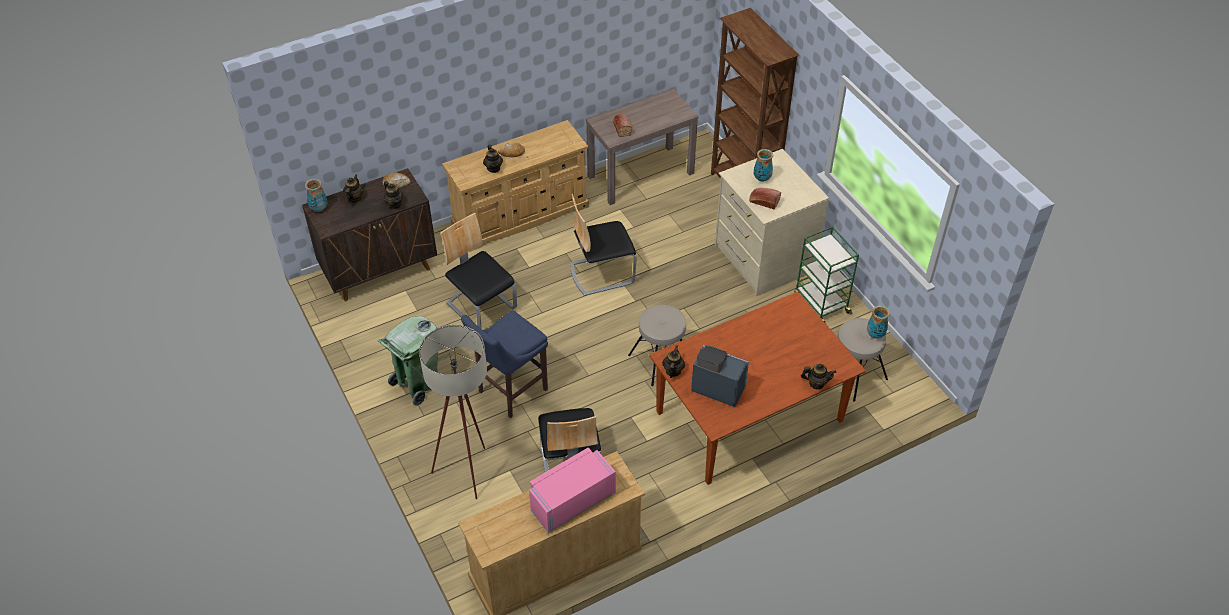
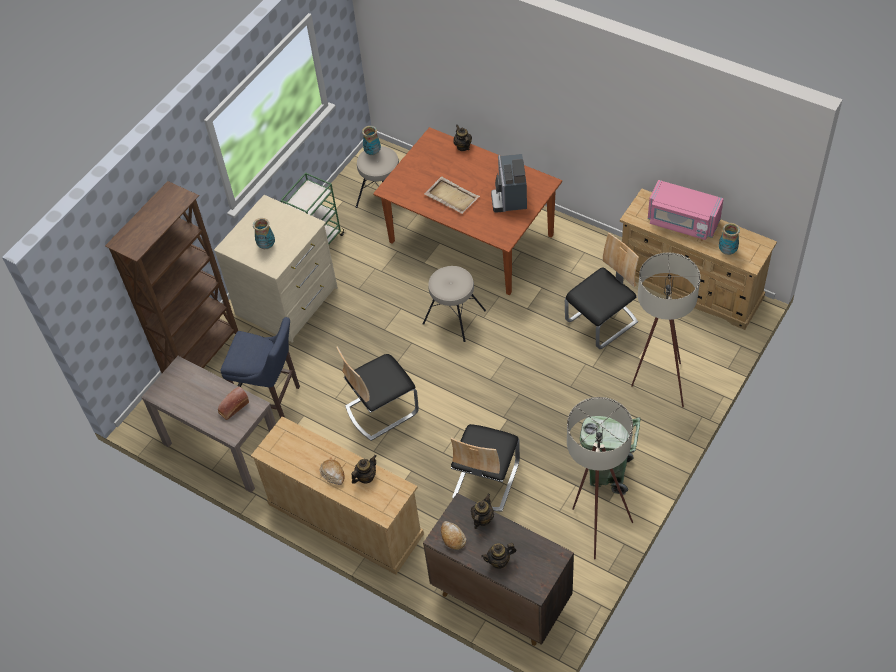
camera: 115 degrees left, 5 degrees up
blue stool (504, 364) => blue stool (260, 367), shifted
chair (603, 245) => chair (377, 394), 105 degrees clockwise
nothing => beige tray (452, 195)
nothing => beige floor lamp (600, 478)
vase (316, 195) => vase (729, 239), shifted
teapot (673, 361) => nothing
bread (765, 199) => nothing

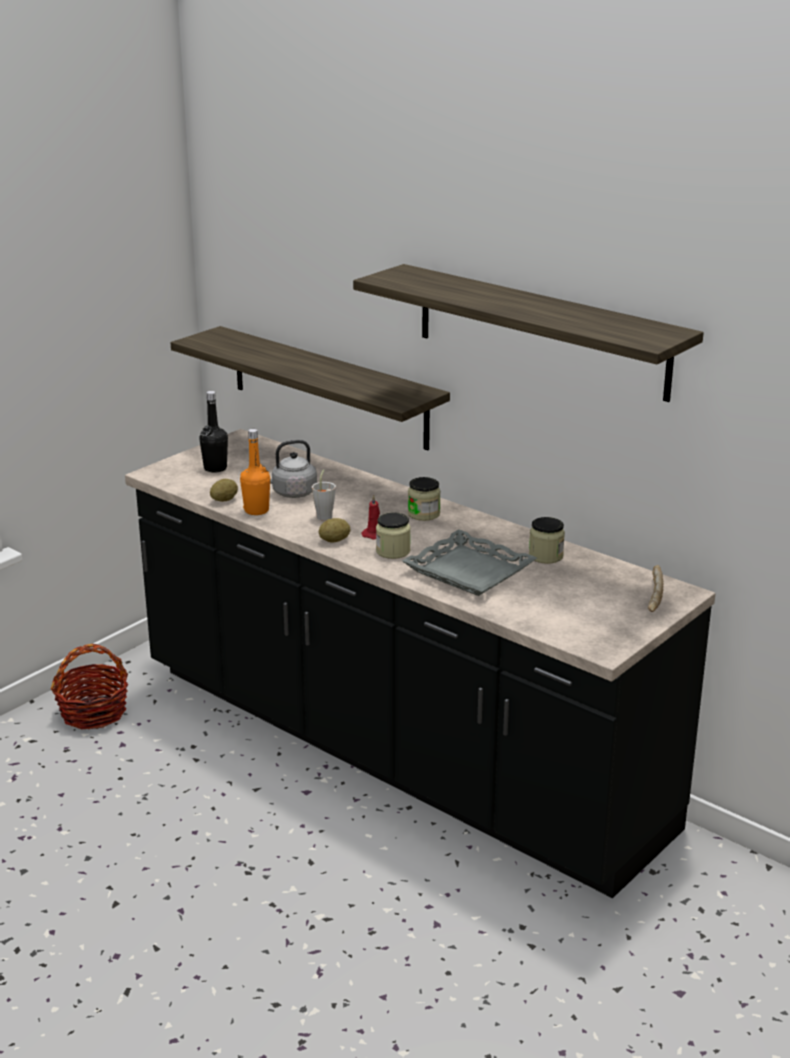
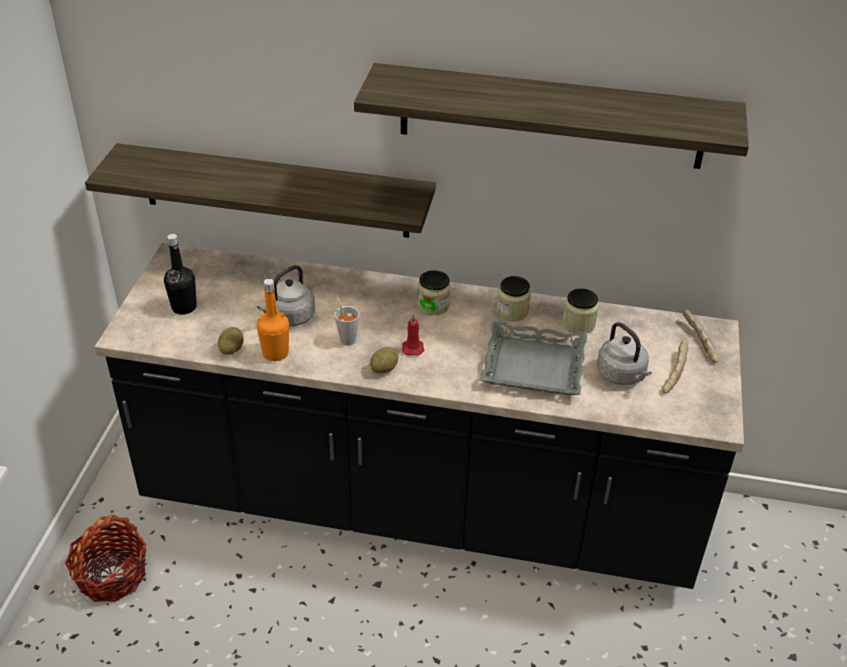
camera: 30 degrees left, 15 degrees up
jar (393, 535) => jar (513, 298), shifted
nothing => grey kettle (624, 353)
nothing => bread (675, 366)

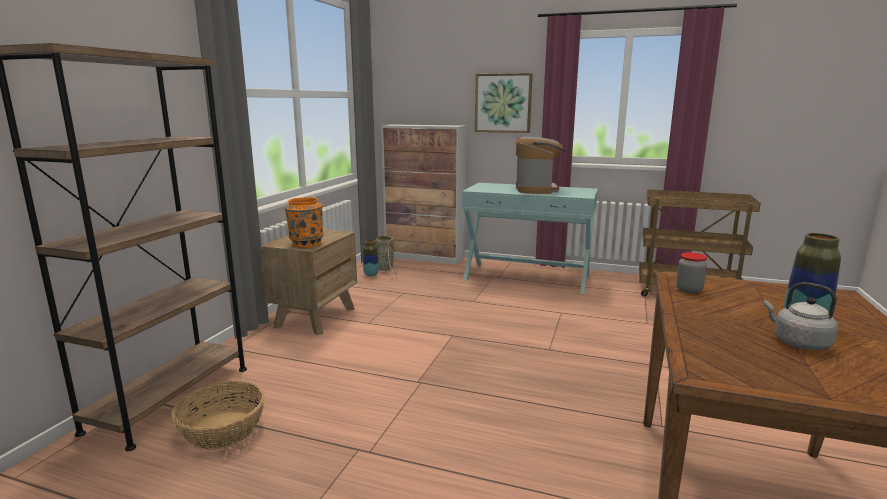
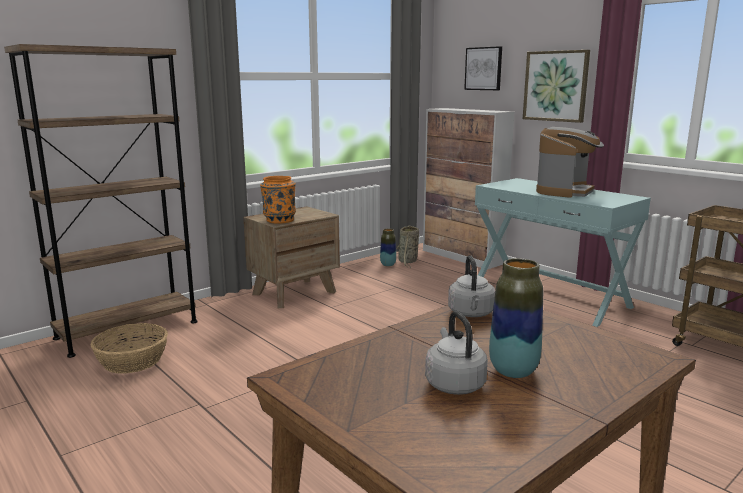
camera: 30 degrees right, 0 degrees up
jar (691, 273) => grey kettle (471, 286)
nothing => picture (483, 68)

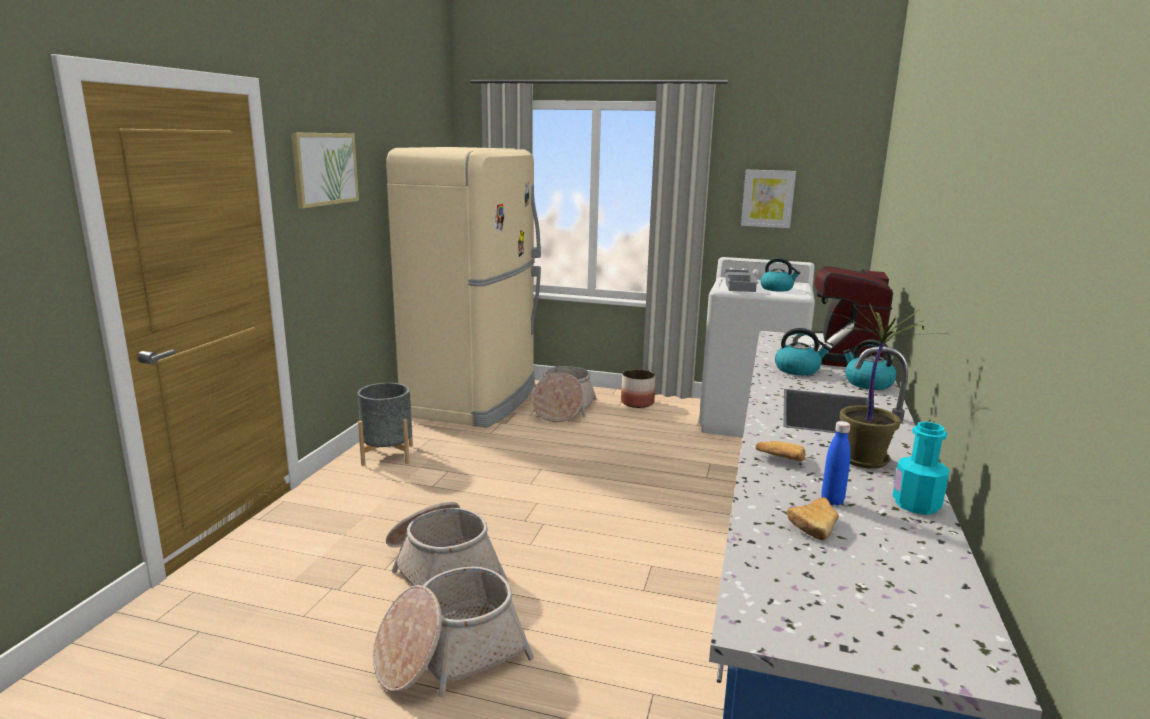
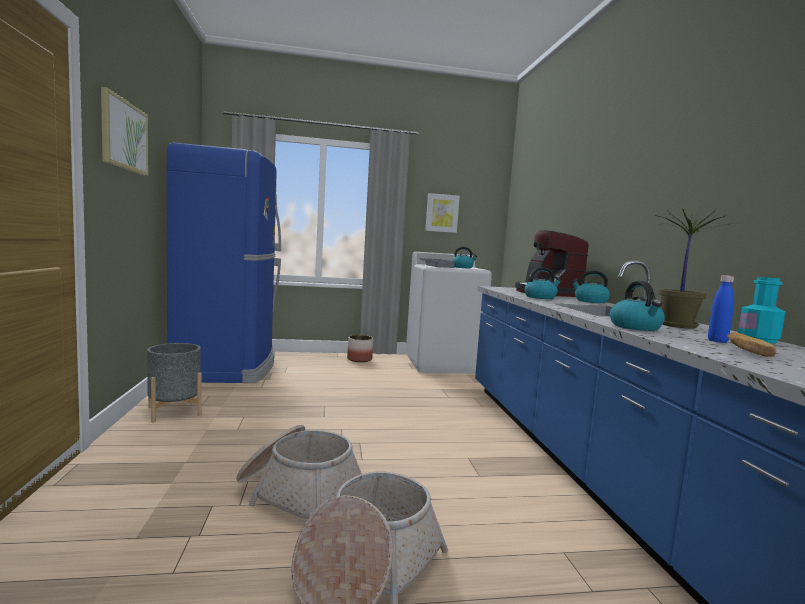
camera: 25 degrees left, 10 degrees down
beige fridge (463, 287) => blue fridge (224, 262)
bread (780, 451) => kettle (637, 306)
basket (565, 394) => nothing

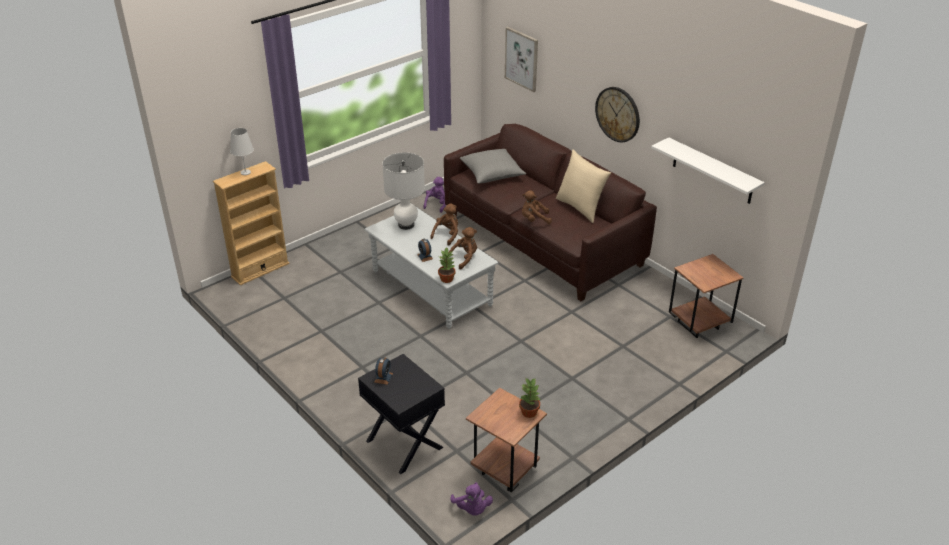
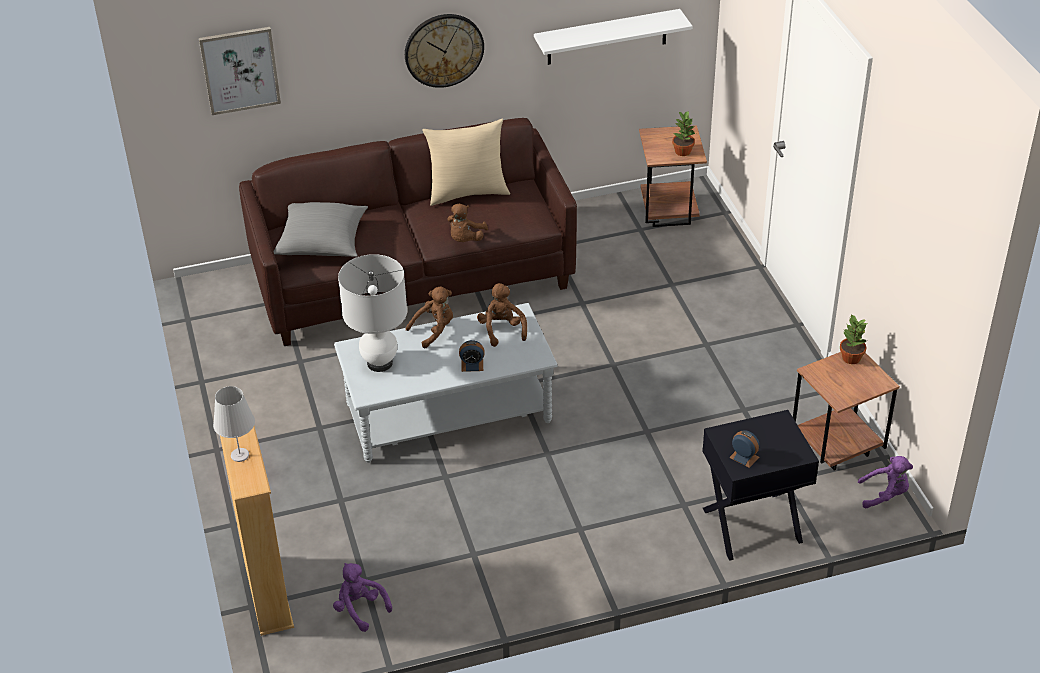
camera: 65 degrees left, 5 degrees up
purple plush toy (434, 195) => purple plush toy (362, 597), shifted
brown plush toy (444, 224) => brown plush toy (429, 317), 90 degrees clockwise
potted plant (446, 265) => potted plant (683, 134), shifted

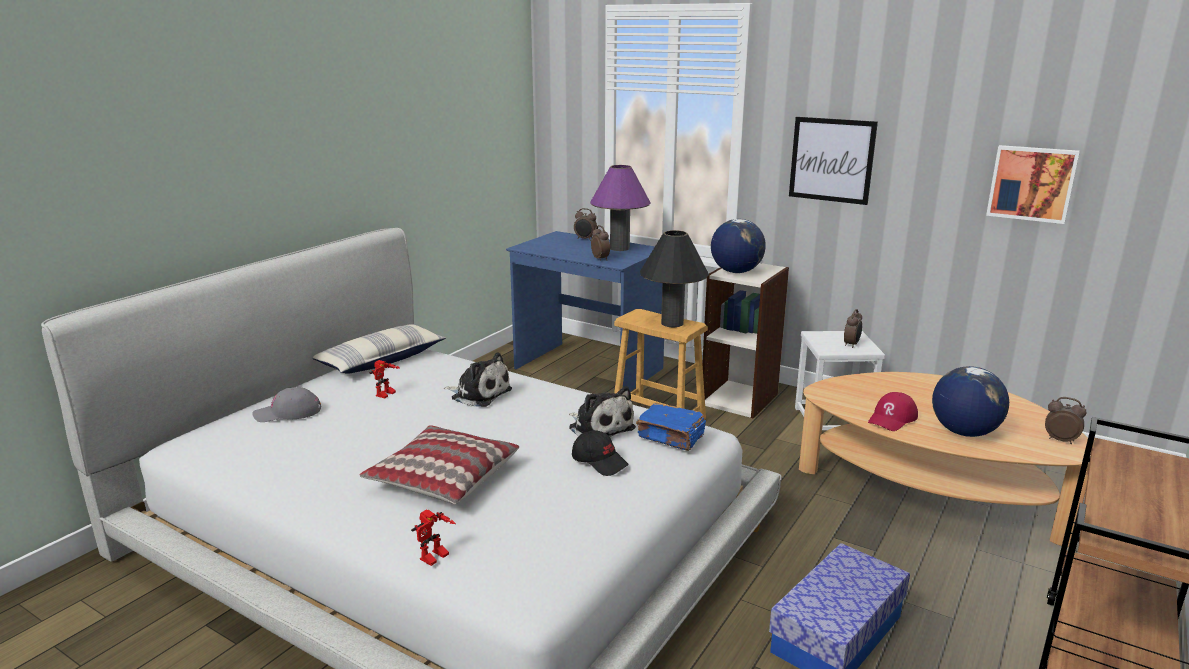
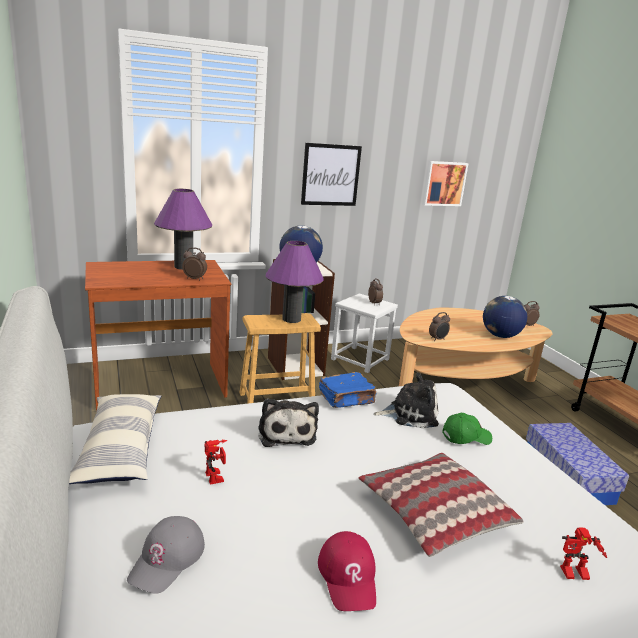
camera: 55 degrees left, 0 degrees up
blue desk (585, 311) => brown desk (158, 335)
plush toy (478, 379) => plush toy (288, 422), 105 degrees clockwise
black table lamp (674, 278) => purple table lamp (294, 282)
red cap (893, 411) => red cap (347, 571), shifted
blue book (671, 427) => blue book (347, 390), shifted
alarm clock (585, 224) => alarm clock (439, 326), shifted
black cap (600, 453) => green cap (467, 429)
toy robot (433, 537) => toy robot (583, 553), 105 degrees clockwise

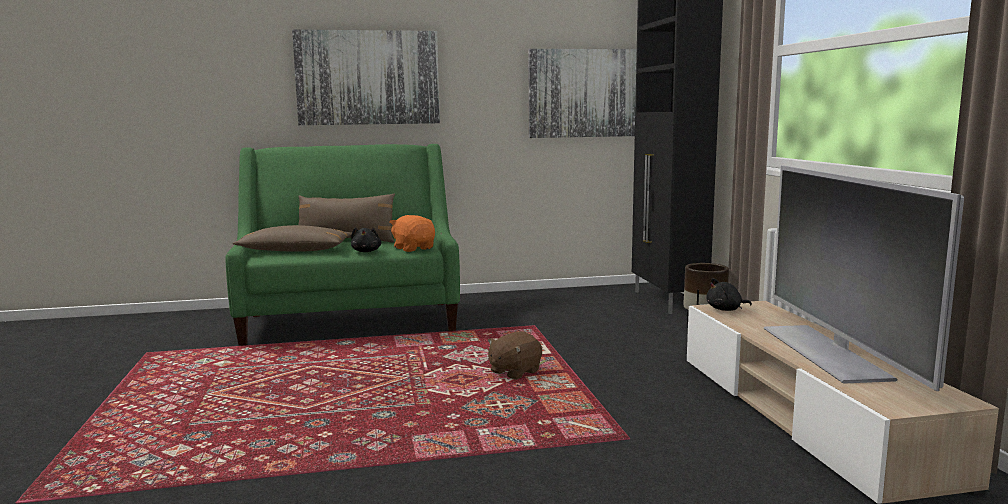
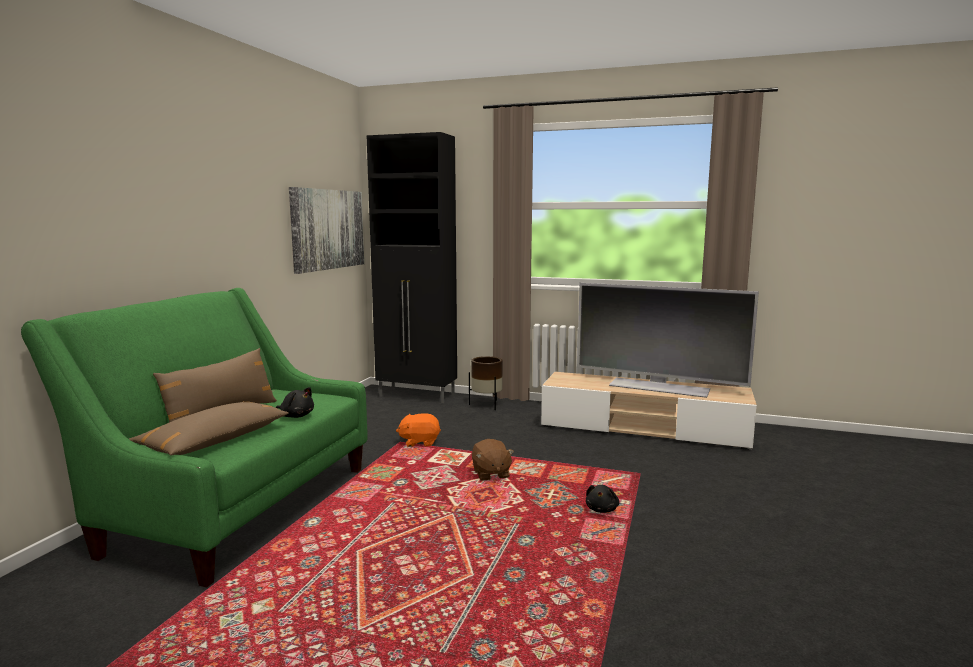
camera: 60 degrees left, 0 degrees up
orange plush toy (412, 233) => orange plush toy (418, 430), shifted
black plush toy (729, 294) => black plush toy (603, 499), shifted
picture (366, 77) => nothing

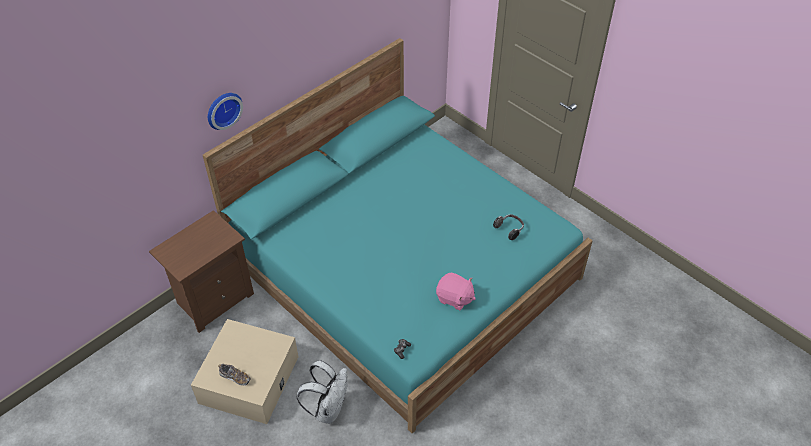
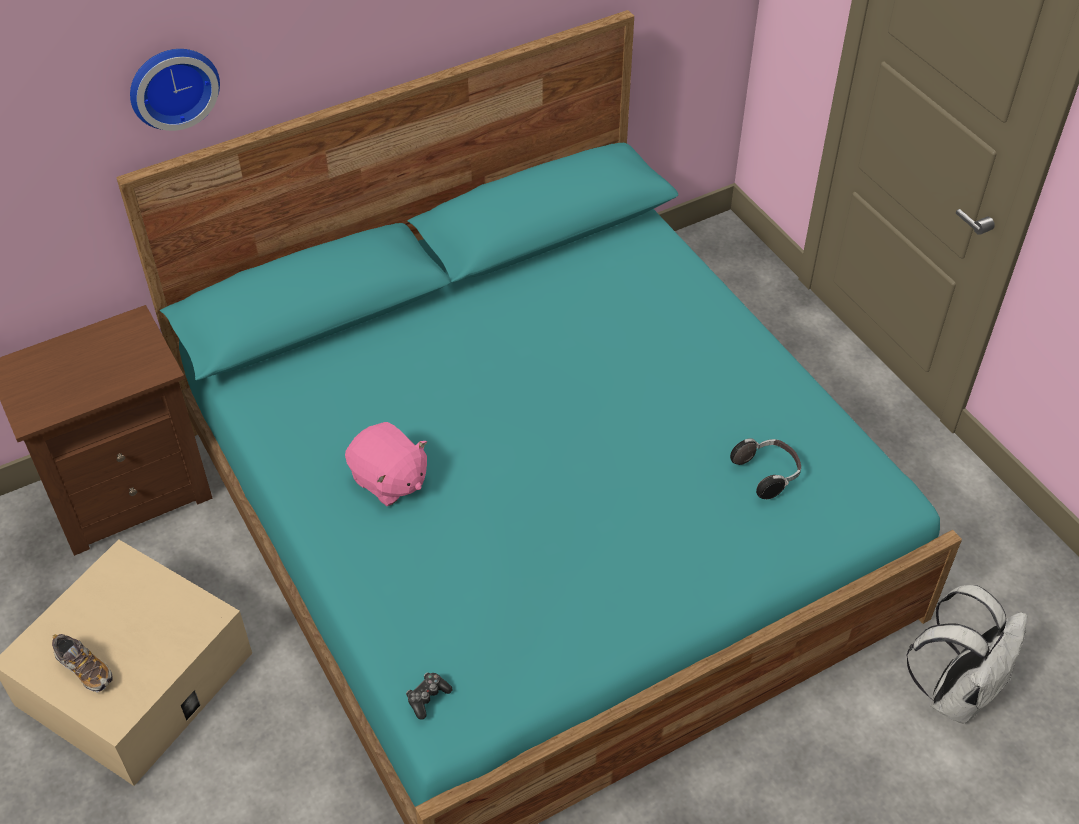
camera: 15 degrees right, 0 degrees up
pink plush toy (456, 291) => pink plush toy (386, 464), shifted
white backpack (322, 392) => white backpack (966, 654), shifted

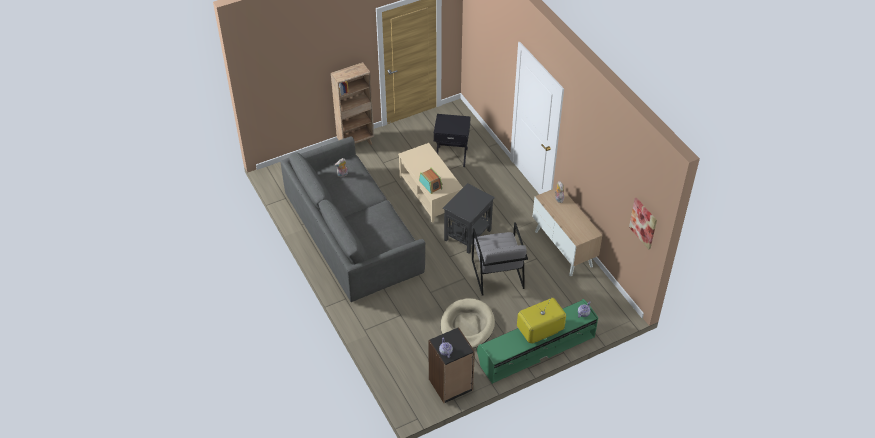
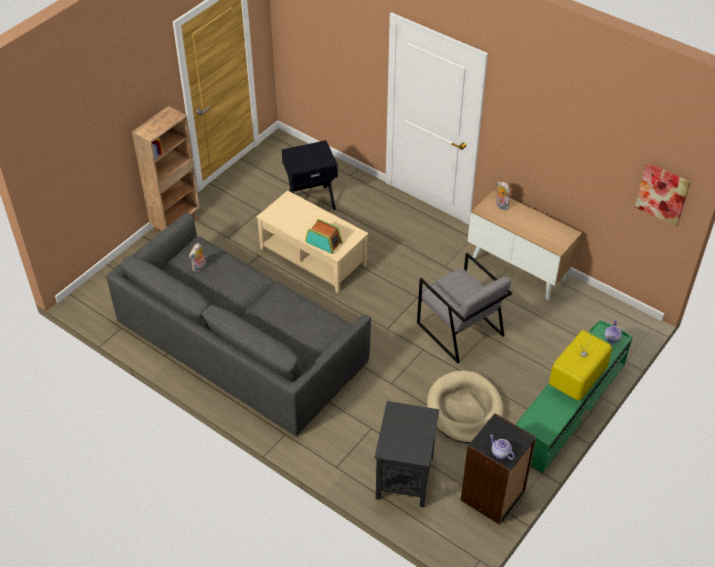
camera: 25 degrees left, 0 degrees up
black side table (469, 218) => black side table (407, 454), shifted

